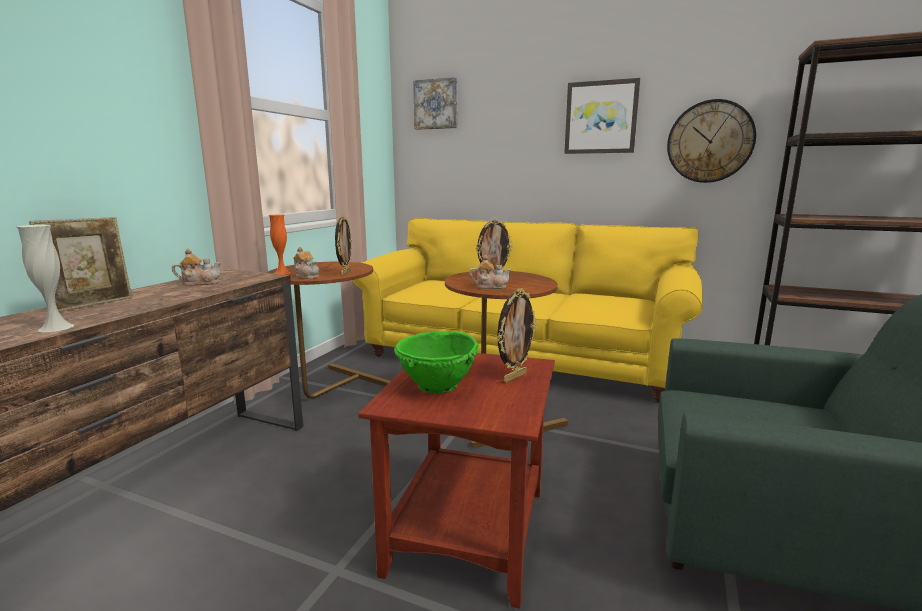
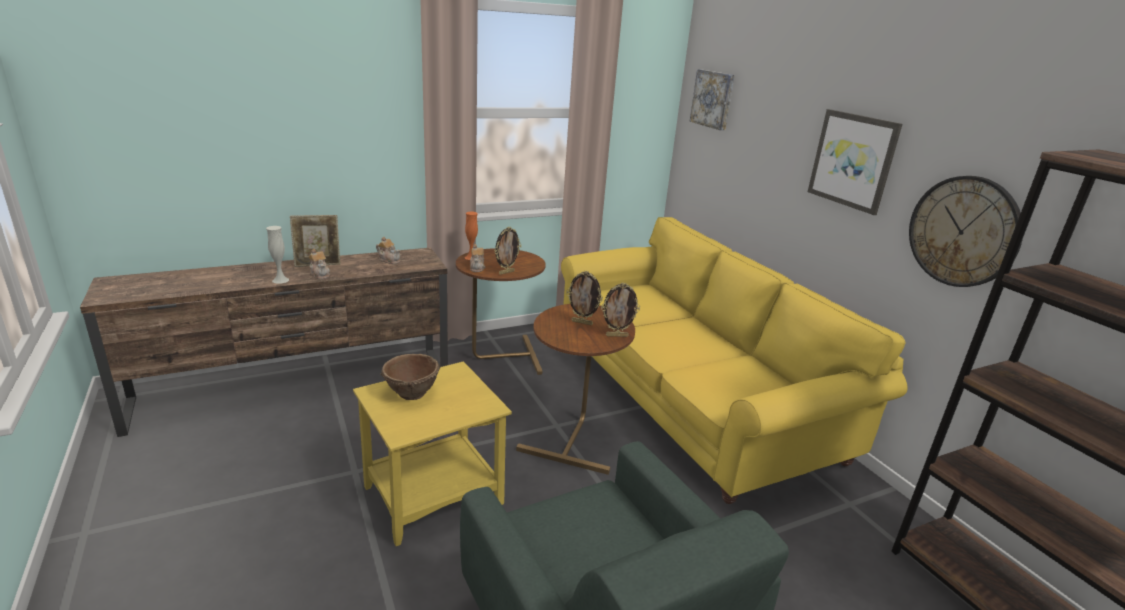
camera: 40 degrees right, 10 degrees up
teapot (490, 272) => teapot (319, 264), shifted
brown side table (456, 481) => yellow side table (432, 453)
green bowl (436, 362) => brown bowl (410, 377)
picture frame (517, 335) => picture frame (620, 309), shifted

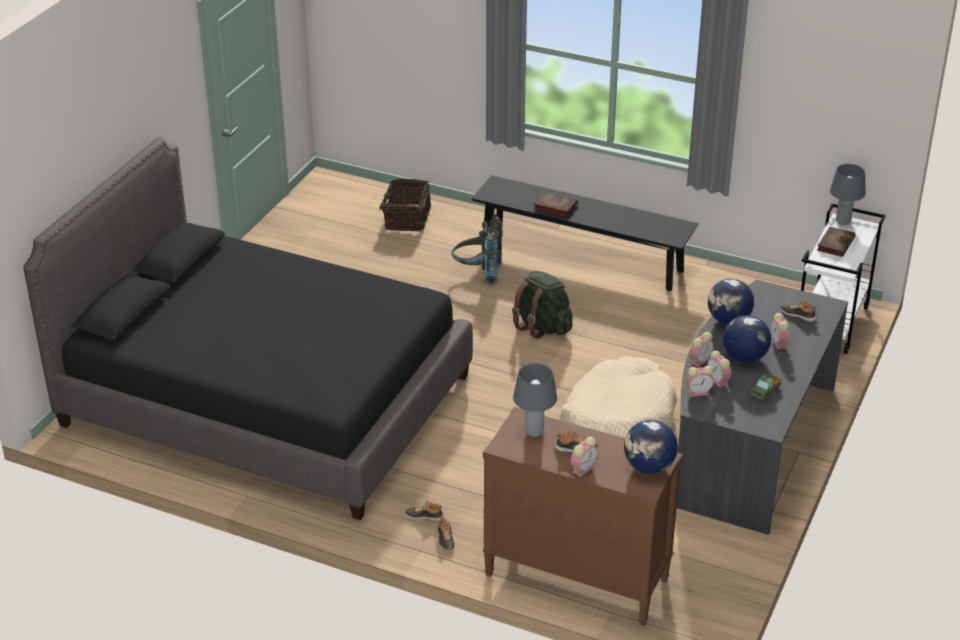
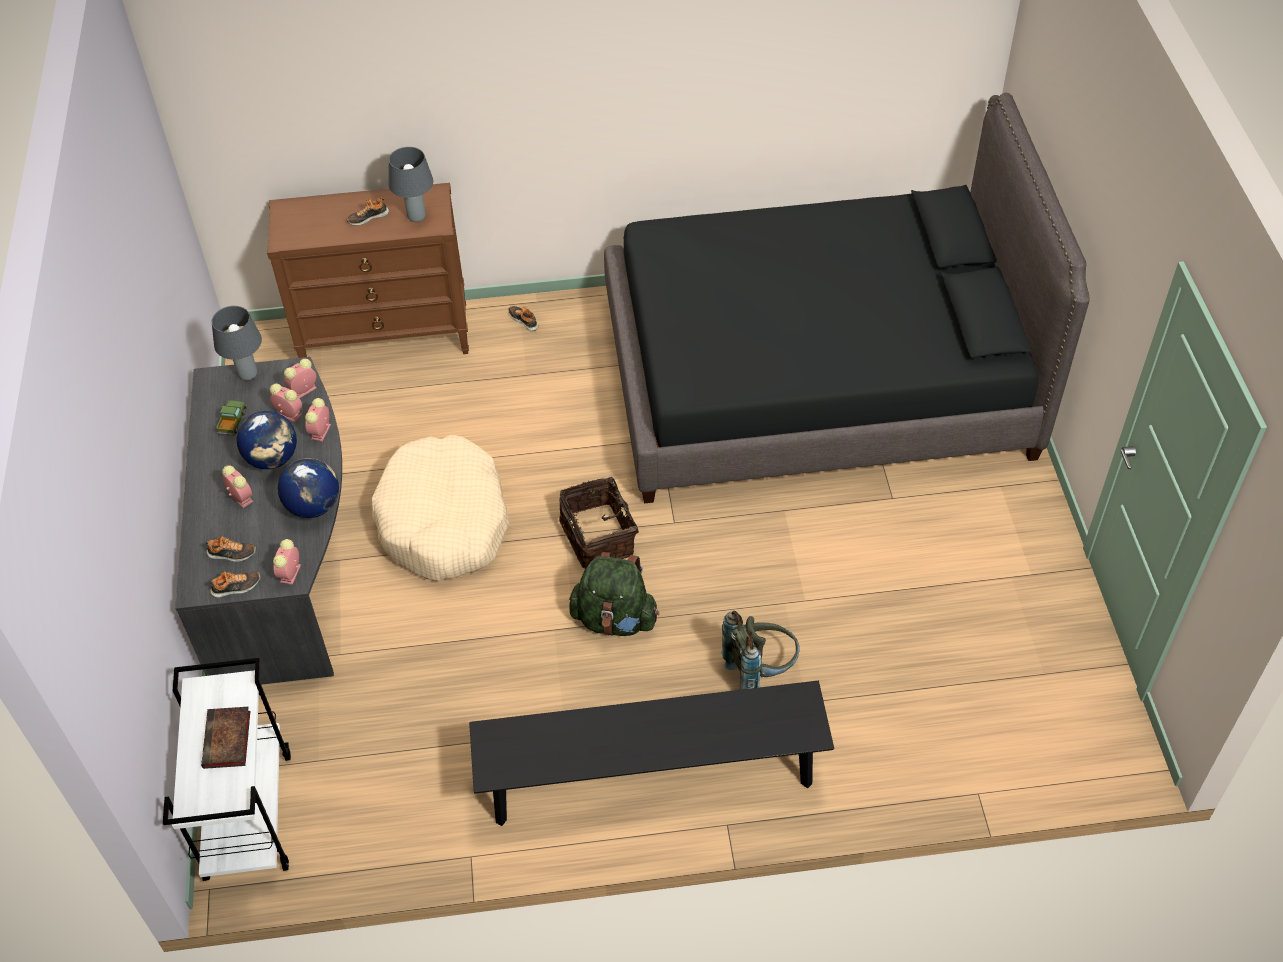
camera: 150 degrees right, 15 degrees up
shoe (424, 511) => shoe (235, 585), shifted
grey table lamp (848, 194) => grey table lamp (237, 343), shifted
alarm clock (584, 457) => alarm clock (287, 562), shifted
basket (405, 205) => basket (599, 523), shifted
book (555, 204) => nothing
globe (651, 447) => nothing

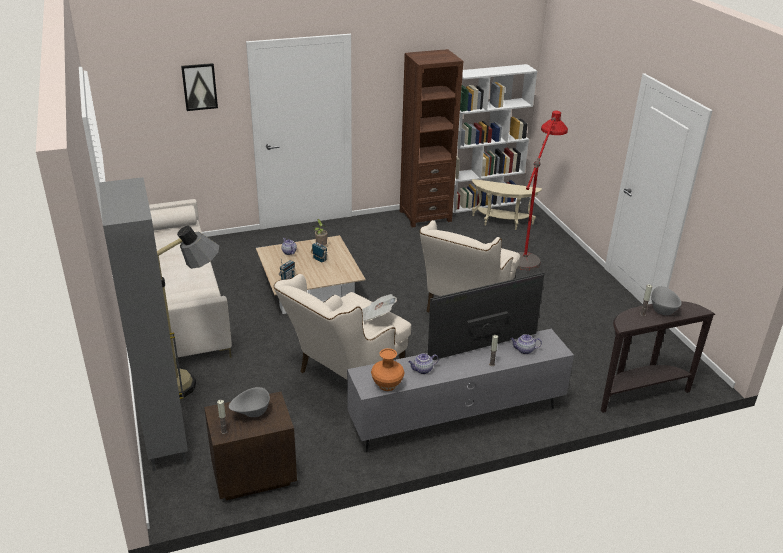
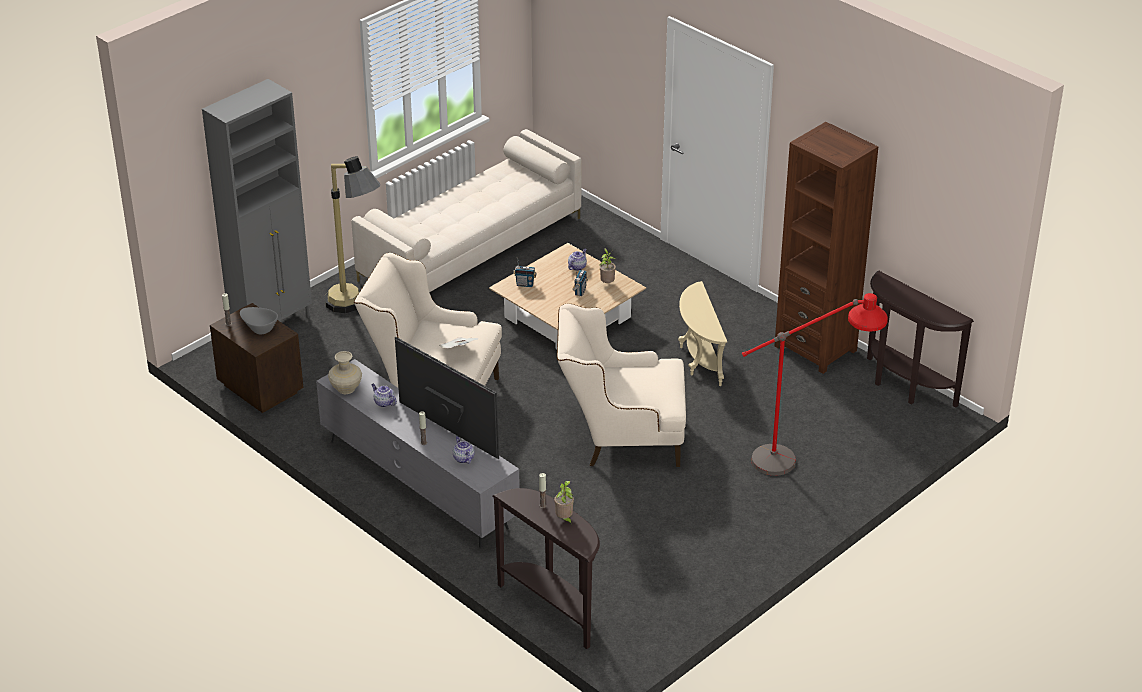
camera: 65 degrees right, 5 degrees up
orange vase (387, 369) => beige vase (345, 372)
grey bowl (666, 300) => potted plant (564, 502)
beige side table (507, 204) => beige side table (702, 333), shifted
white bookcase (495, 138) => brown console table (920, 339)
picture (199, 87) => nothing

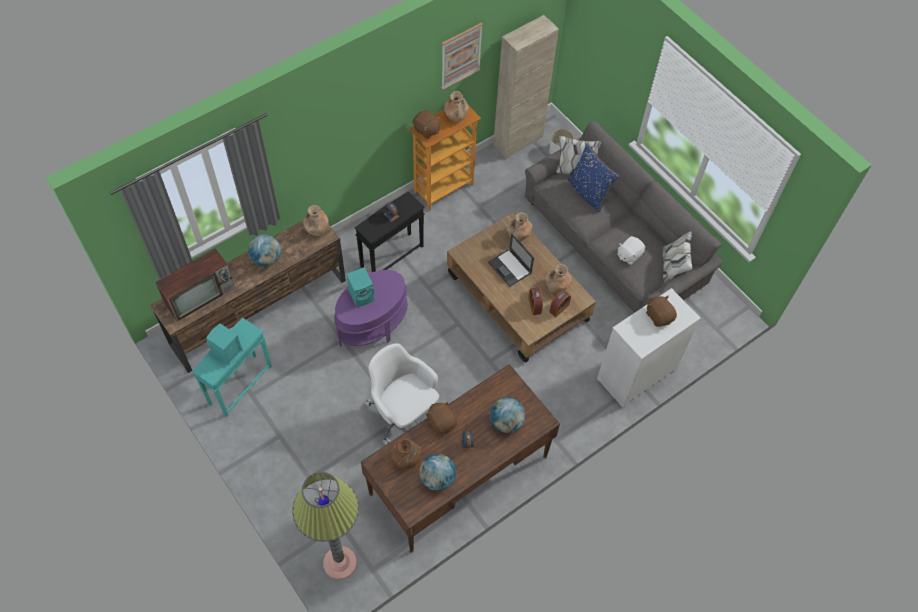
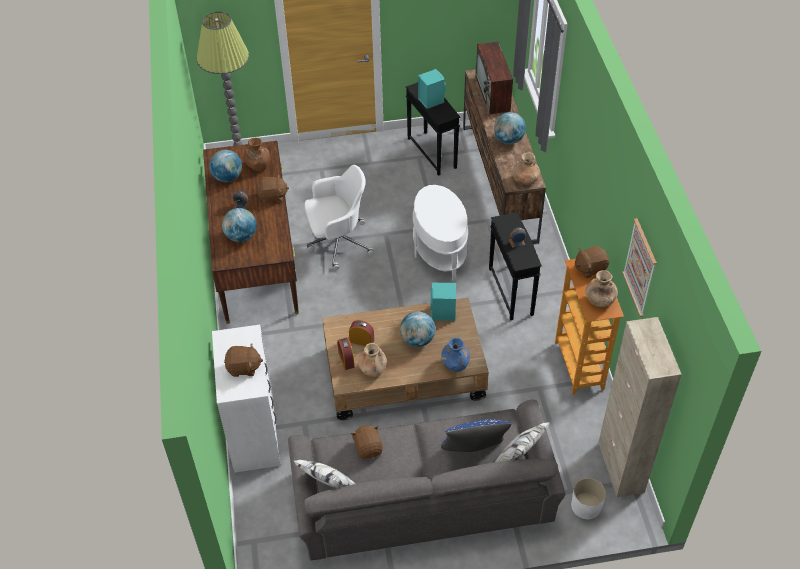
camera: 120 degrees right, 10 degrees down
white plush toy (631, 250) => brown plush toy (367, 442)
laptop (511, 260) => globe (418, 329)
turquoise side table (232, 367) => black side table (433, 129)
purple side table (371, 308) => white side table (440, 233)
turquoise speaker (360, 287) => turquoise speaker (443, 301), shifted
brown vase (520, 227) => blue vase (455, 354)

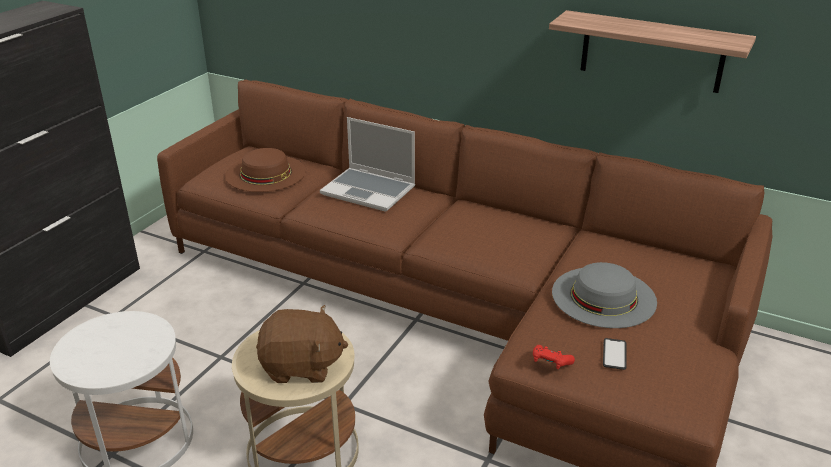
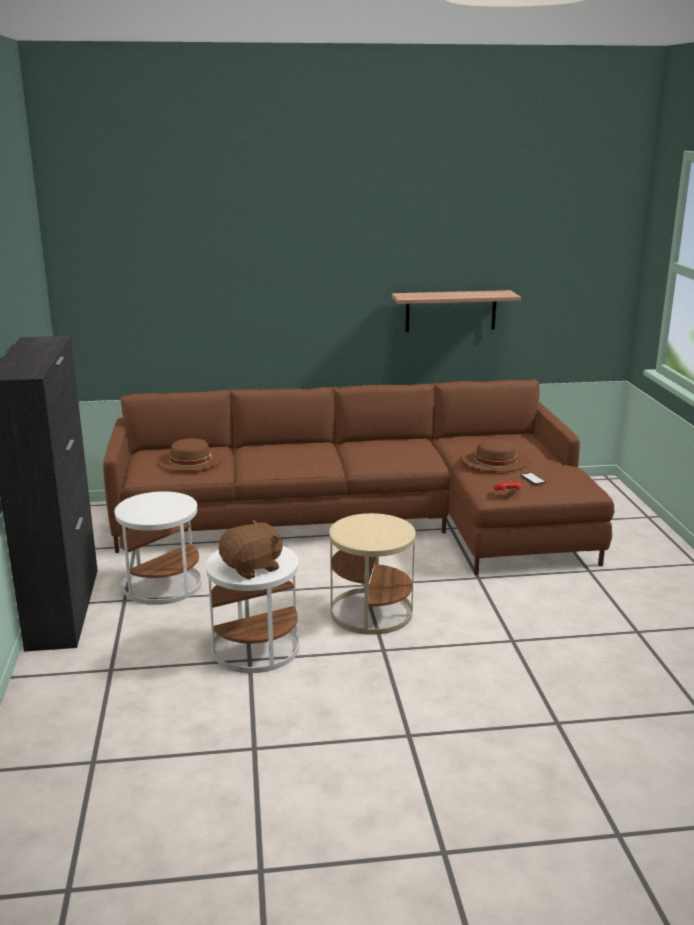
camera: 35 degrees left, 10 degrees down
nothing => white side table (158, 548)
brown plush toy (302, 344) => brown plush toy (251, 549), shifted
grey hat (604, 295) => brown hat (495, 455)
laptop (367, 164) => nothing

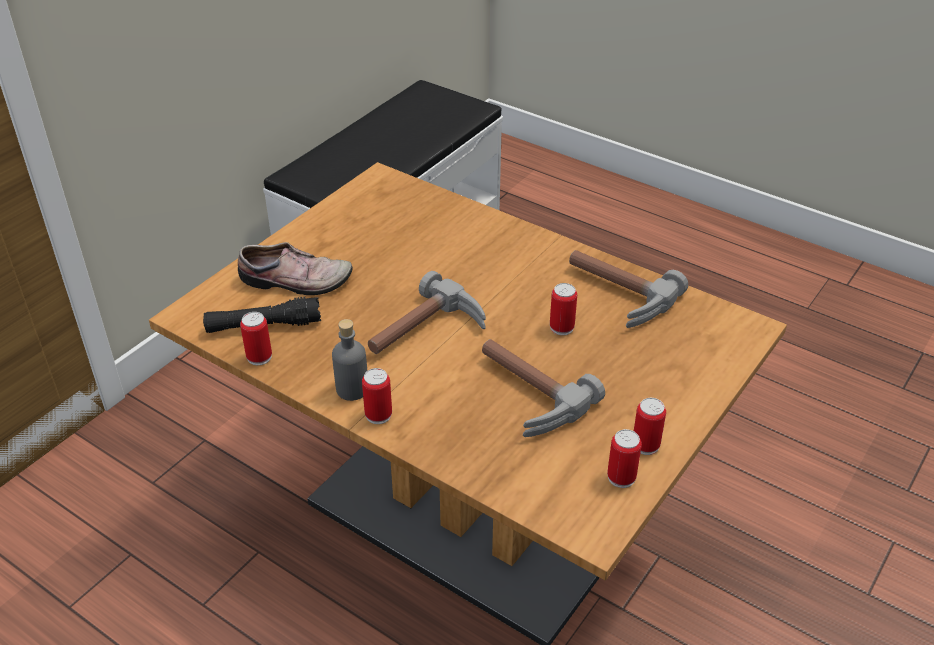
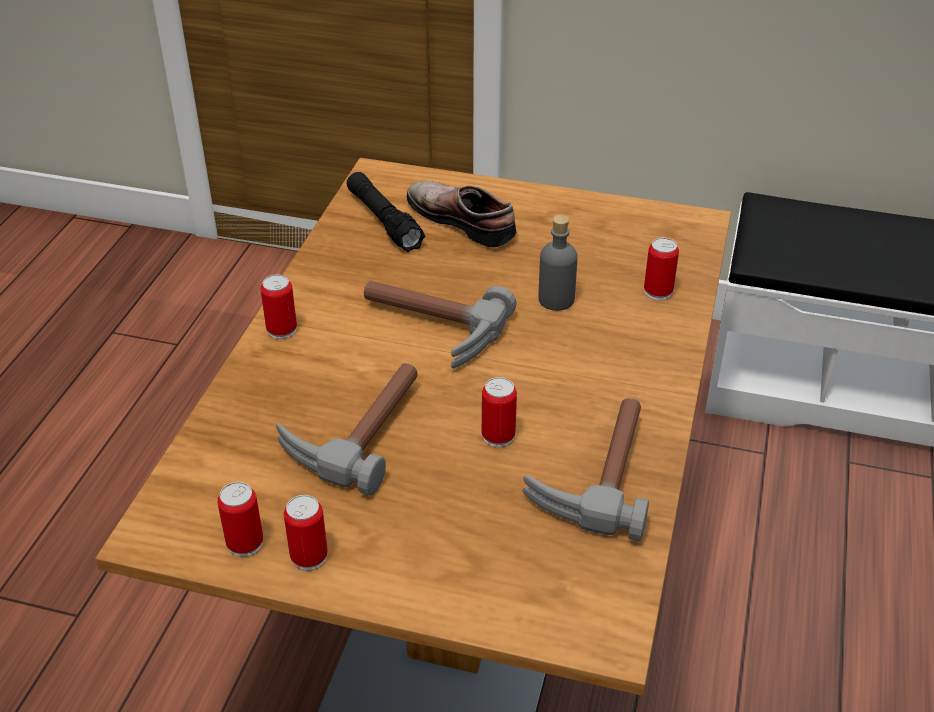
camera: 70 degrees right, 0 degrees up
shoe (295, 268) => shoe (461, 214), 150 degrees clockwise
grey bottle (349, 360) => grey bottle (558, 263), shifted
can (256, 338) => can (661, 269), shifted

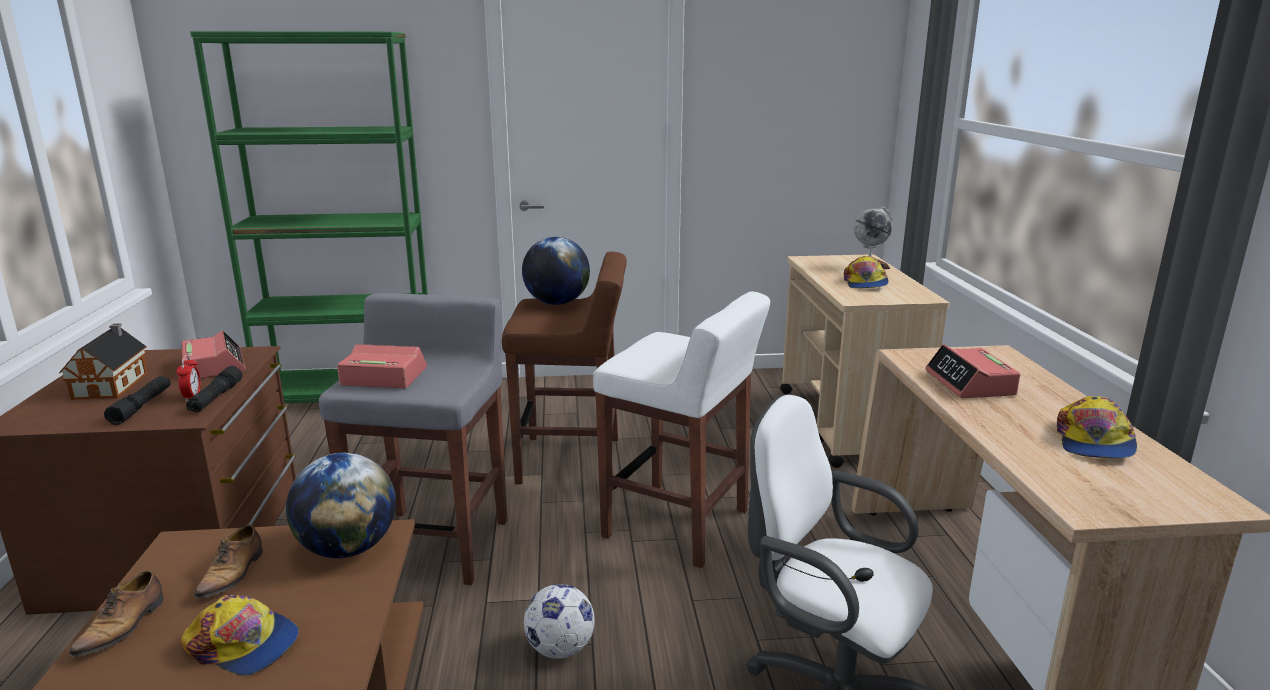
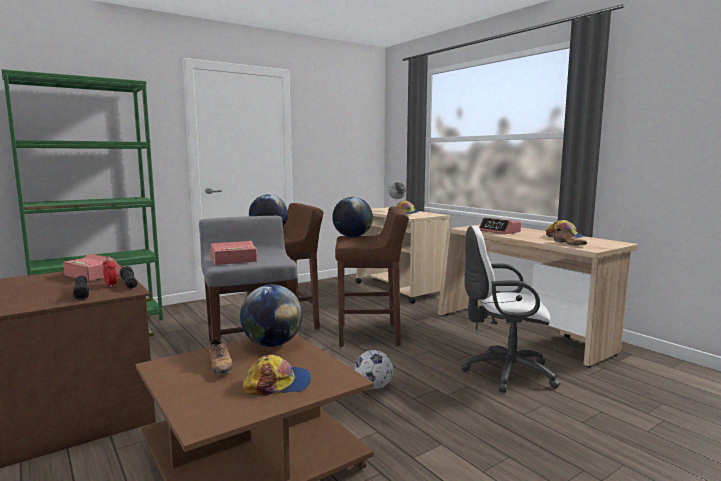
camera: 30 degrees left, 10 degrees down
nothing => globe (352, 217)
white stool (681, 429) => brown stool (372, 277)
shoe (116, 614) => shoe (570, 236), shifted
toy house (103, 361) => nothing

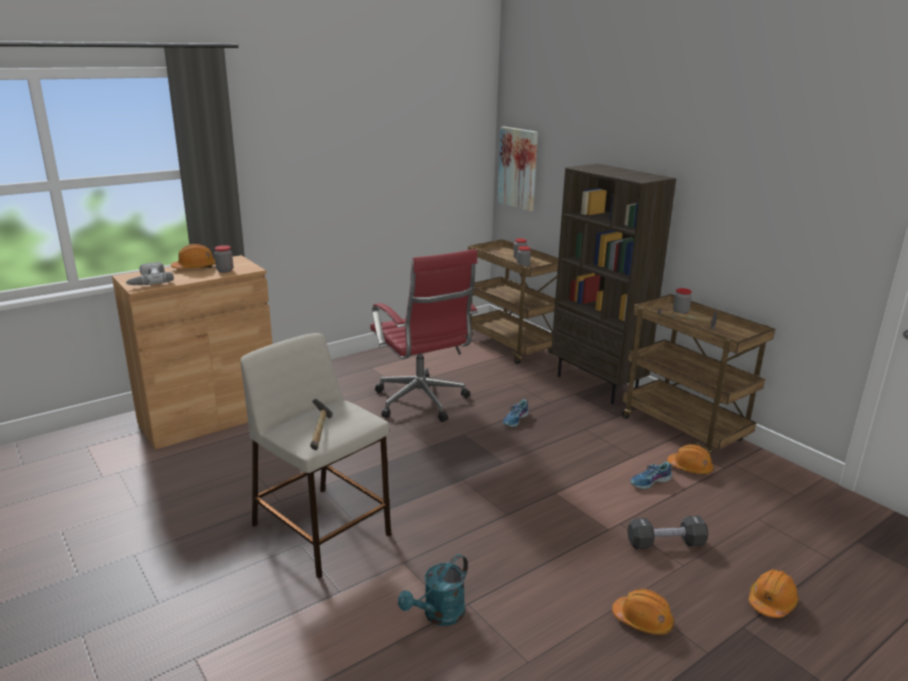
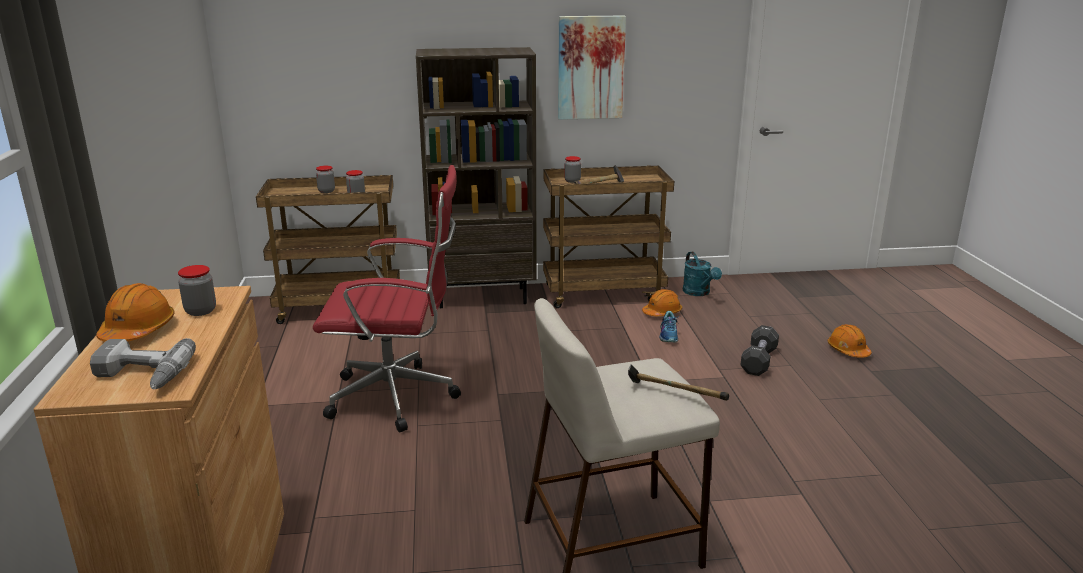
camera: 60 degrees left, 0 degrees up
picture (518, 169) => picture (592, 68), shifted
turquoise watering can (433, 590) => turquoise watering can (702, 274), shifted
shoe (516, 413) => nothing
orange hard hat (643, 612) => nothing

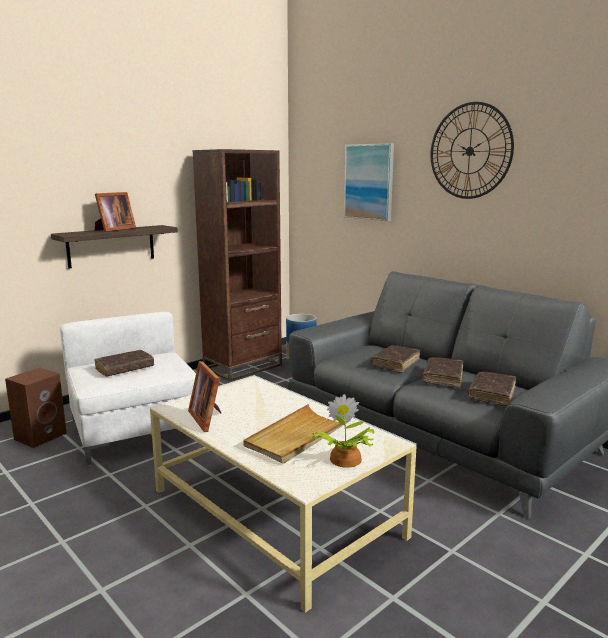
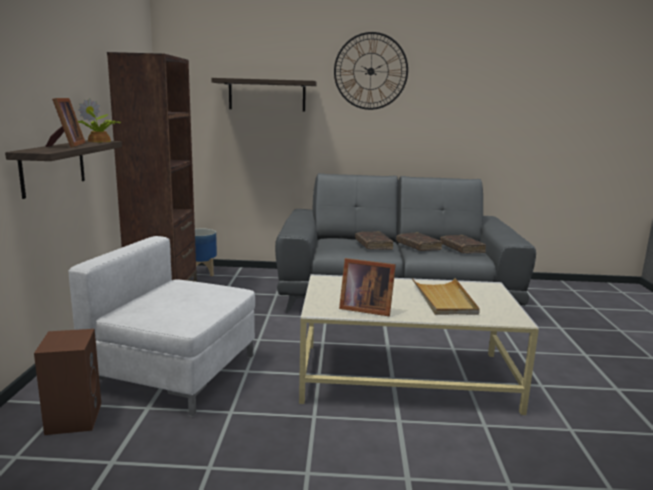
camera: 45 degrees left, 0 degrees up
potted plant (342, 431) => potted plant (99, 120), shifted
picture (369, 182) => shelf (264, 95)
brown book (124, 363) => nothing

